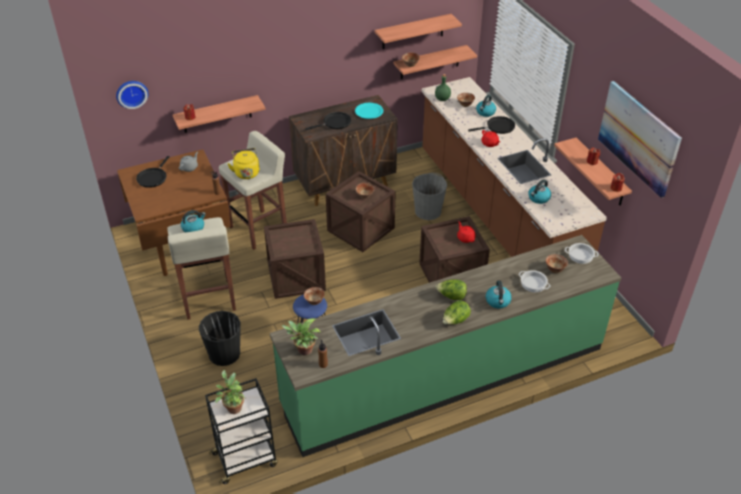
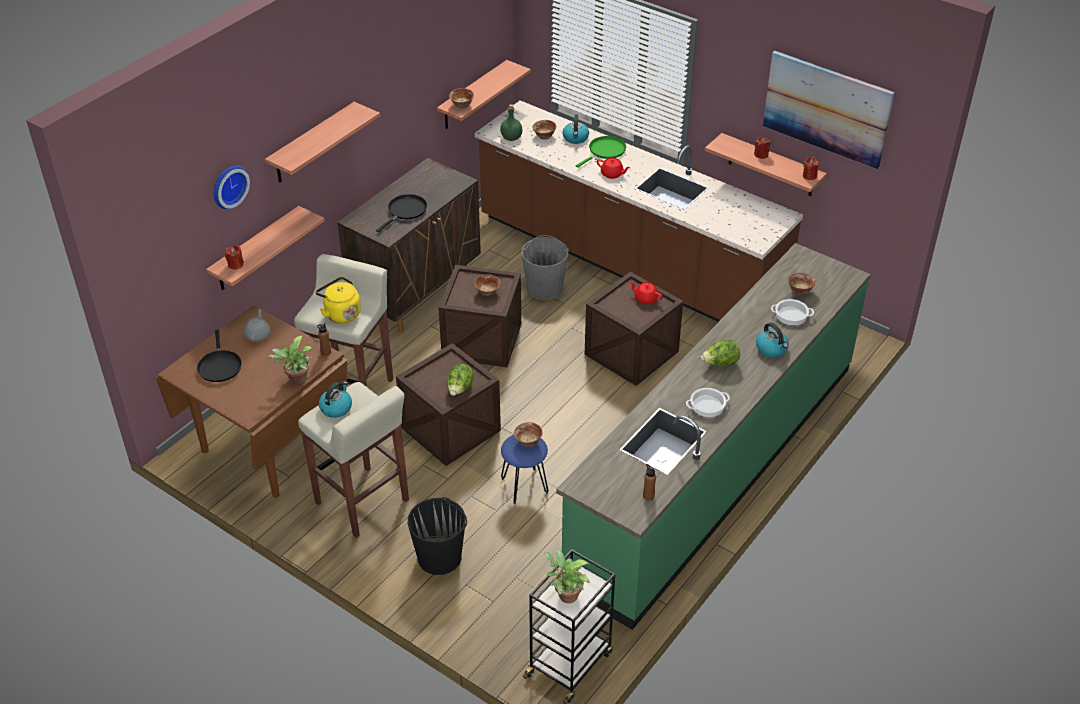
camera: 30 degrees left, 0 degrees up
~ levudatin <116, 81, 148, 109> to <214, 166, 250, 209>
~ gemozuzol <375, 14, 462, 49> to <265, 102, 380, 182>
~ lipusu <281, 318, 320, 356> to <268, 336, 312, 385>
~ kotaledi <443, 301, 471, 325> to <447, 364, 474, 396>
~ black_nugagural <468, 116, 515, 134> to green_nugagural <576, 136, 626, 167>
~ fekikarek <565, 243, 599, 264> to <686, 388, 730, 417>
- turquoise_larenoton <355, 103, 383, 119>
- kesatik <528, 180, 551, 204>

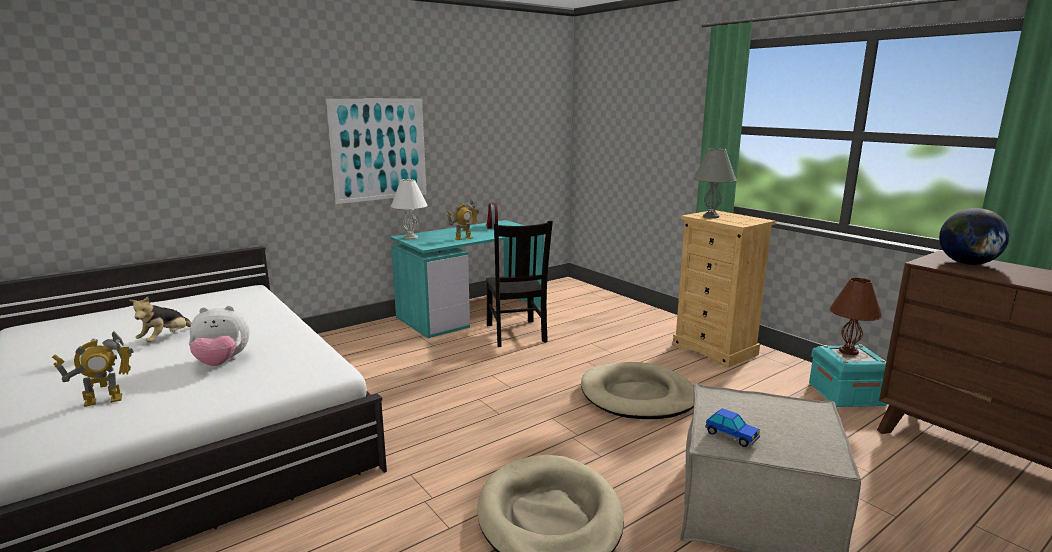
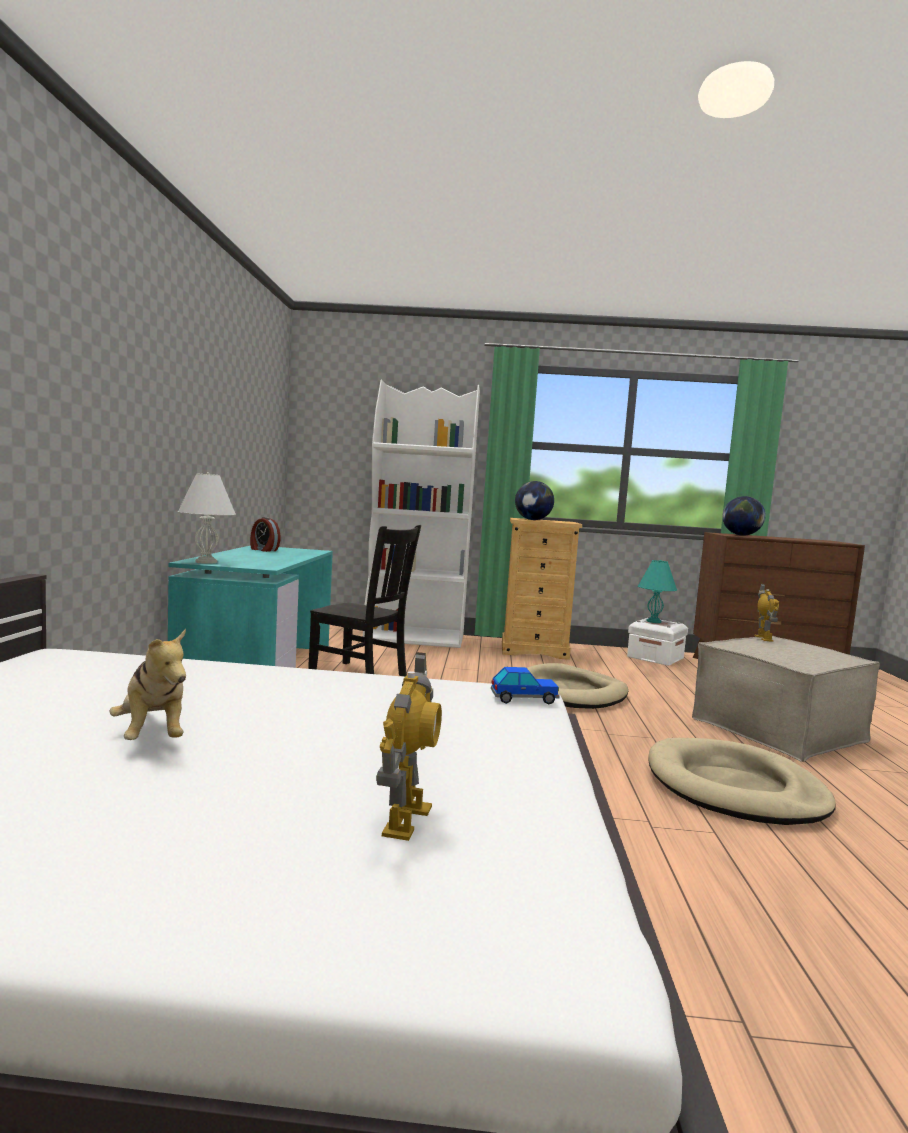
camera: 50 degrees left, 10 degrees down
+ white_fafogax <363, 380, 480, 648>
~ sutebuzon <705, 408, 760, 447> to <491, 667, 560, 704>
~ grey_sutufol <693, 148, 737, 218> to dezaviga <515, 481, 554, 520>
~ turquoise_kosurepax <809, 344, 887, 407> to white_kosurepax <627, 617, 688, 666>
~ brown_sutufol <829, 277, 882, 355> to turquoise_sutufol <638, 560, 677, 623>
~ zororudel <446, 200, 479, 240> to <754, 584, 779, 642>
- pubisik <189, 306, 249, 366>
- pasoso <326, 98, 427, 204>

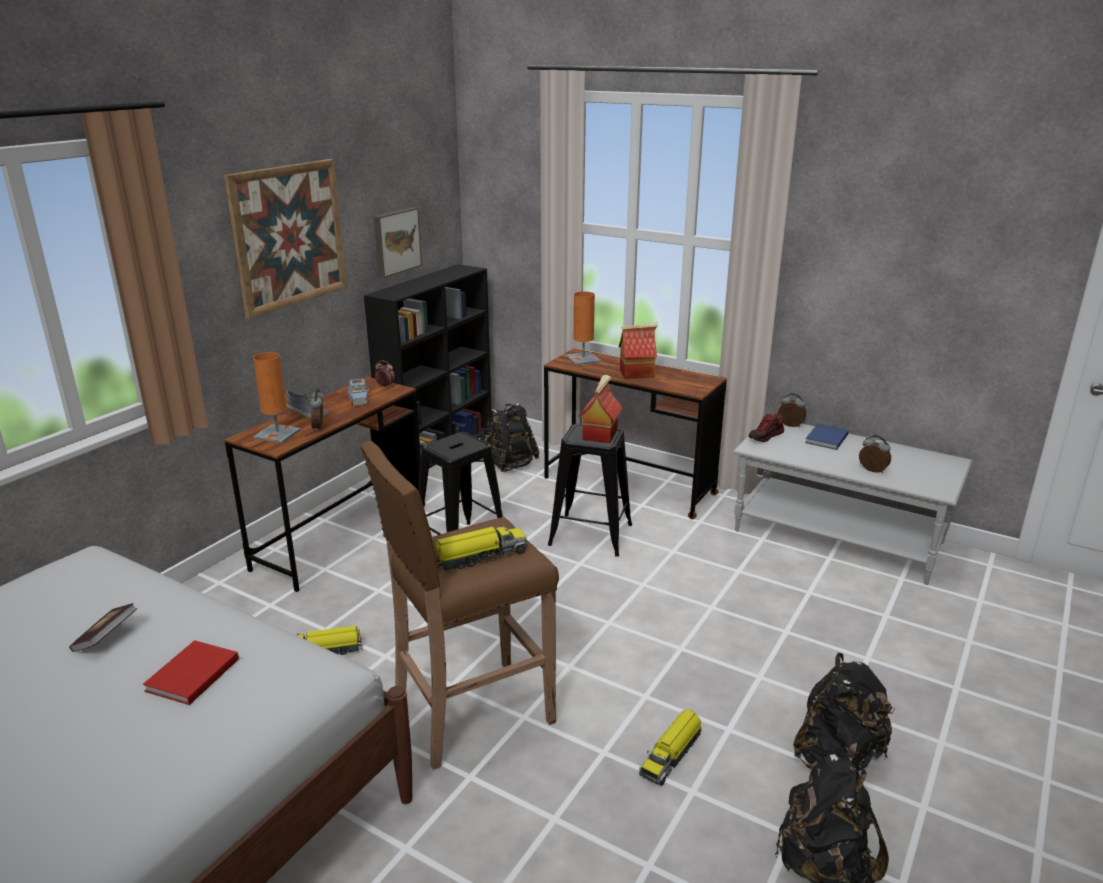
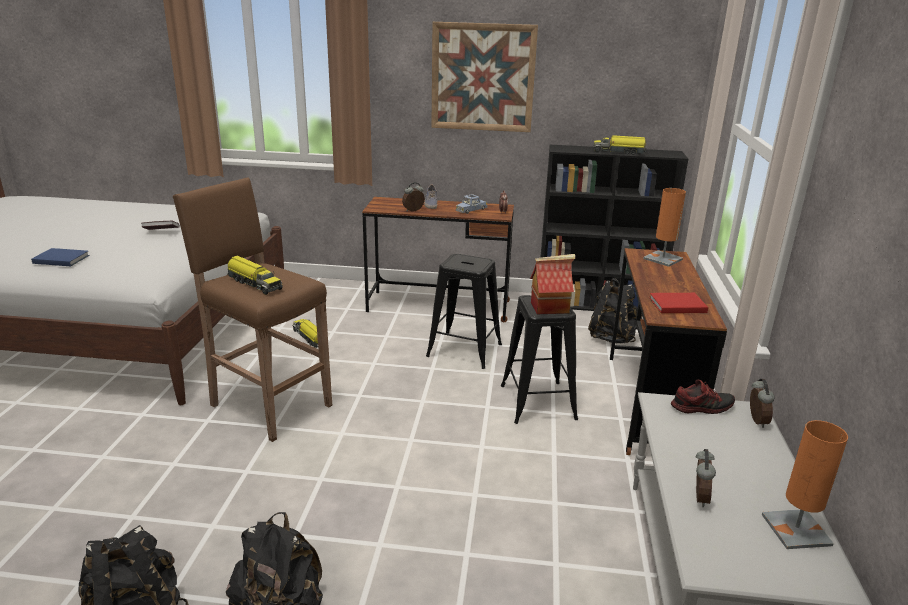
camera: 65 degrees right, 0 degrees up
~ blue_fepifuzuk <805, 424, 849, 450> to <31, 248, 89, 266>
~ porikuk <639, 709, 702, 786> to <593, 135, 647, 155>
~ red_fepifuzuk <143, 640, 239, 705> to <649, 293, 708, 313>
~ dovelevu <748, 414, 784, 442> = <671, 380, 735, 414> 150 degrees clockwise
~ orange_sutufol <253, 352, 301, 443> to <762, 420, 848, 549>
- pasoso <374, 207, 422, 277>
- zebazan <619, 322, 658, 379>

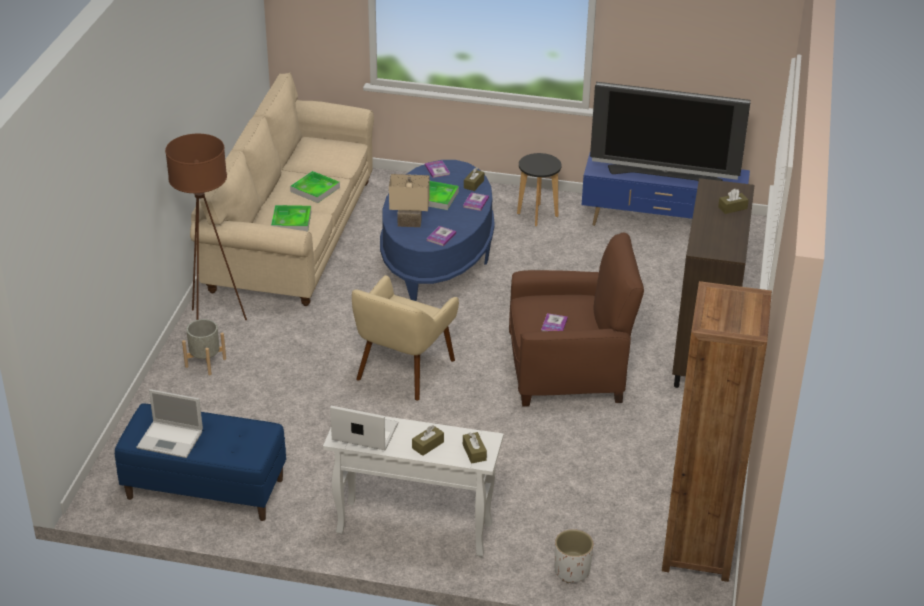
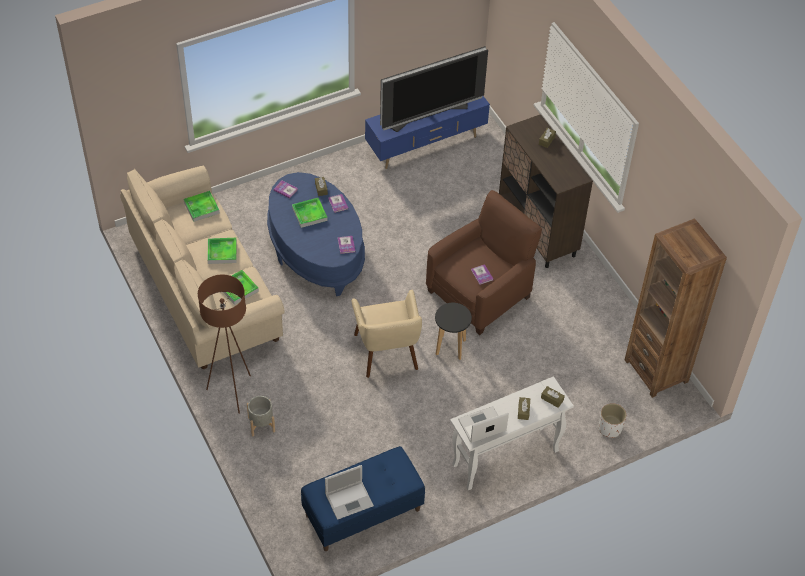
camera: 40 degrees left, 15 degrees up
+ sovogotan <184, 191, 220, 222>
~ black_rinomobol <517, 153, 562, 226> to <435, 303, 472, 360>
- beige_sutufol <389, 174, 429, 227>

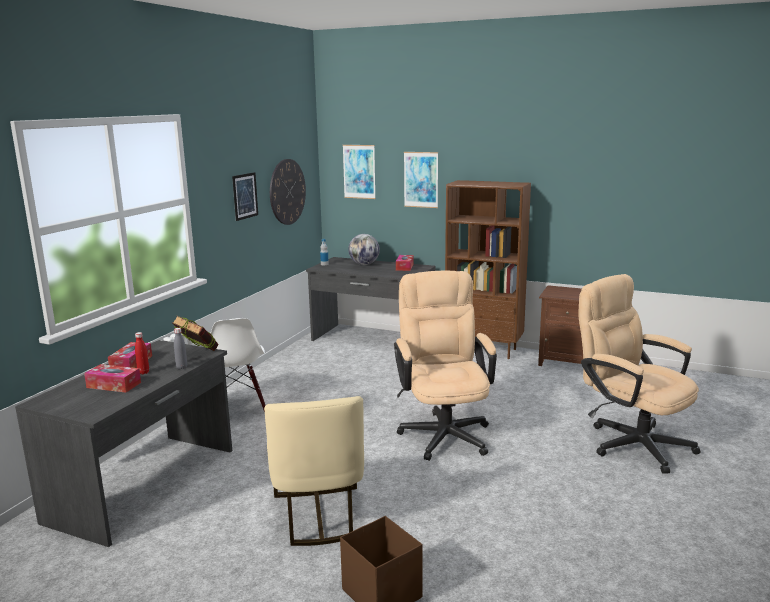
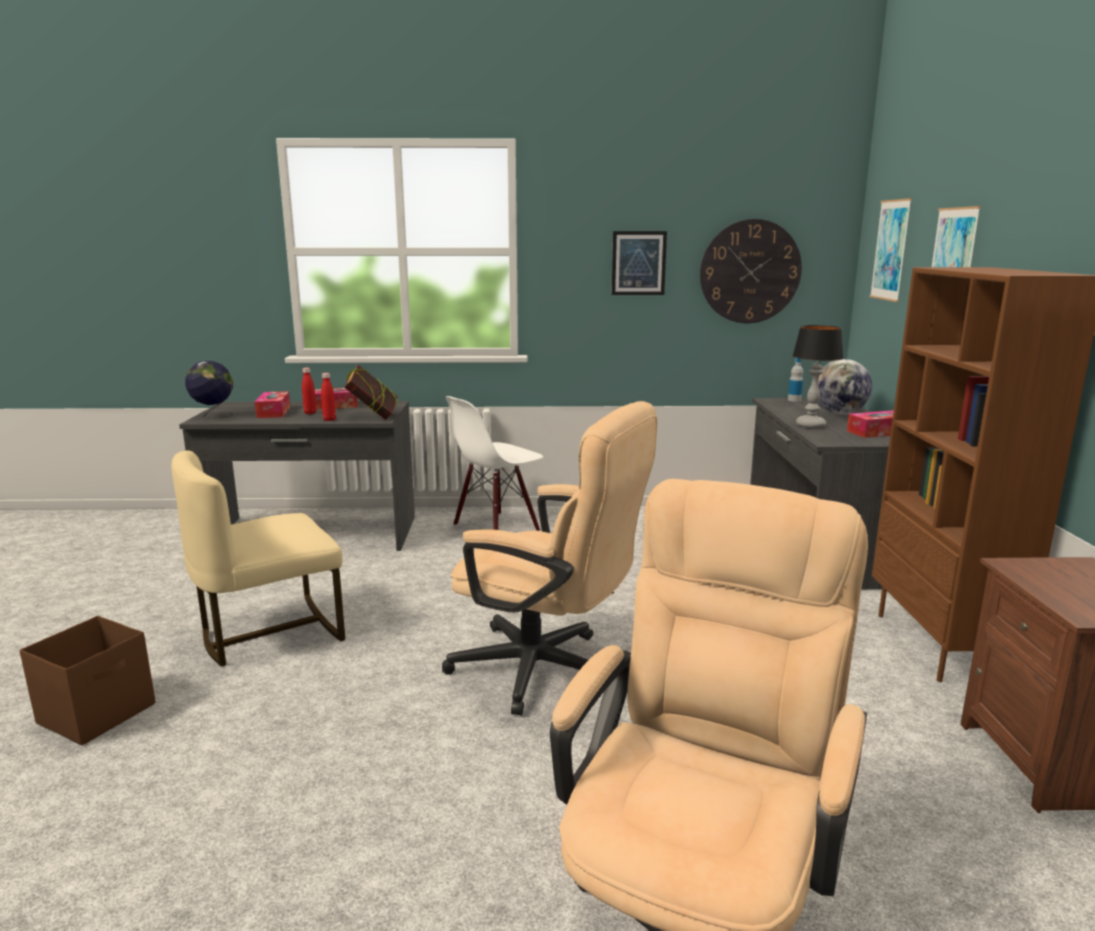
camera: 65 degrees right, 0 degrees up
+ dezaviga <185, 361, 233, 419>
~ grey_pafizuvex <174, 328, 187, 369> to red_pafizuvex <321, 373, 336, 421>
~ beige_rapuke <394, 271, 497, 461> = <442, 401, 657, 715> 60 degrees clockwise
+ sutufol <793, 325, 843, 428>

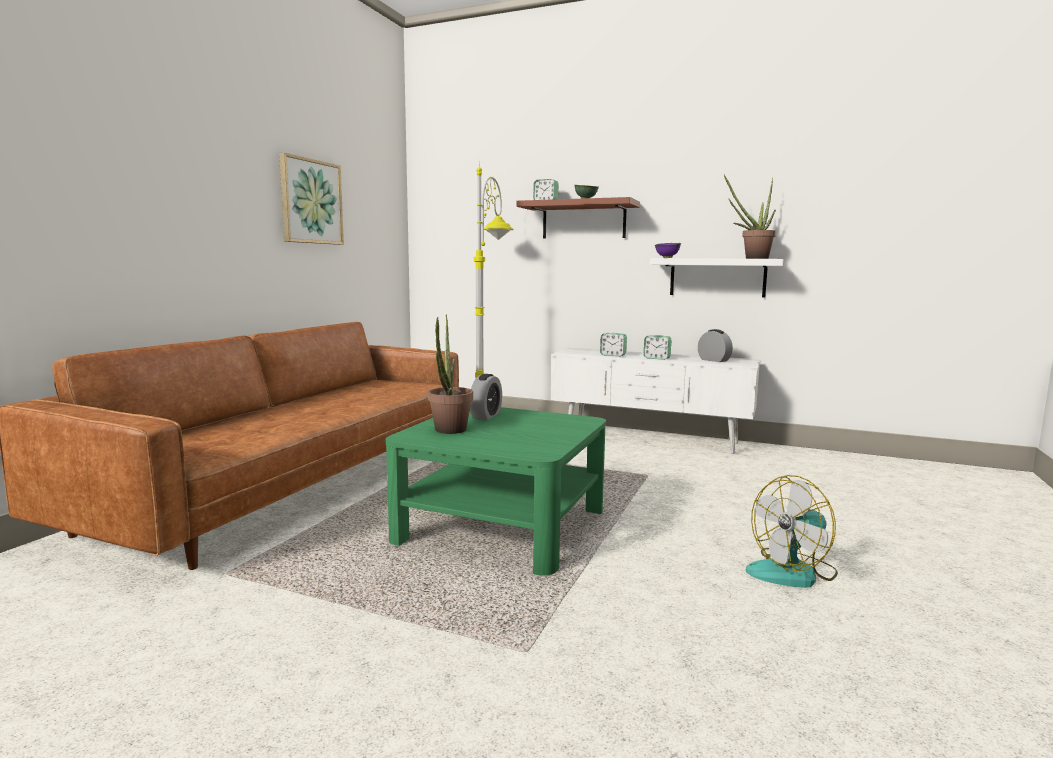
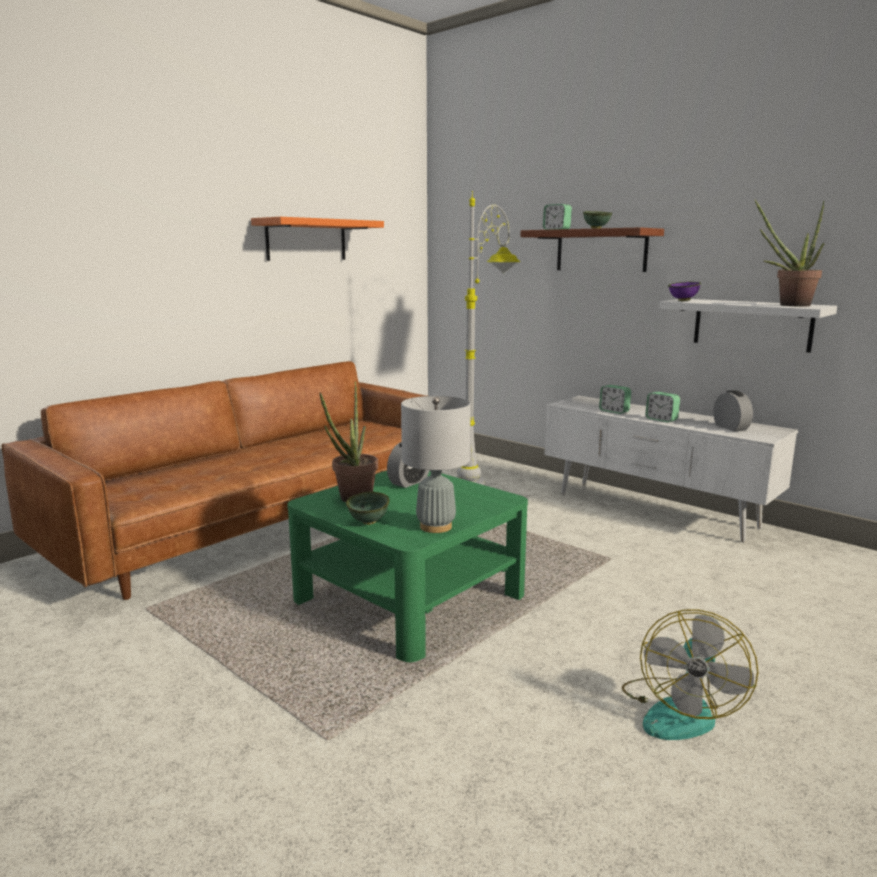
camera: 20 degrees right, 5 degrees up
~ pasoso <279, 153, 344, 245> to orange_gemozuzol <251, 217, 384, 261>
+ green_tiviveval <346, 492, 390, 525>
+ grey_sutufol <401, 396, 471, 533>
~ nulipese <746, 475, 838, 588> = <622, 609, 758, 740> 60 degrees counterclockwise

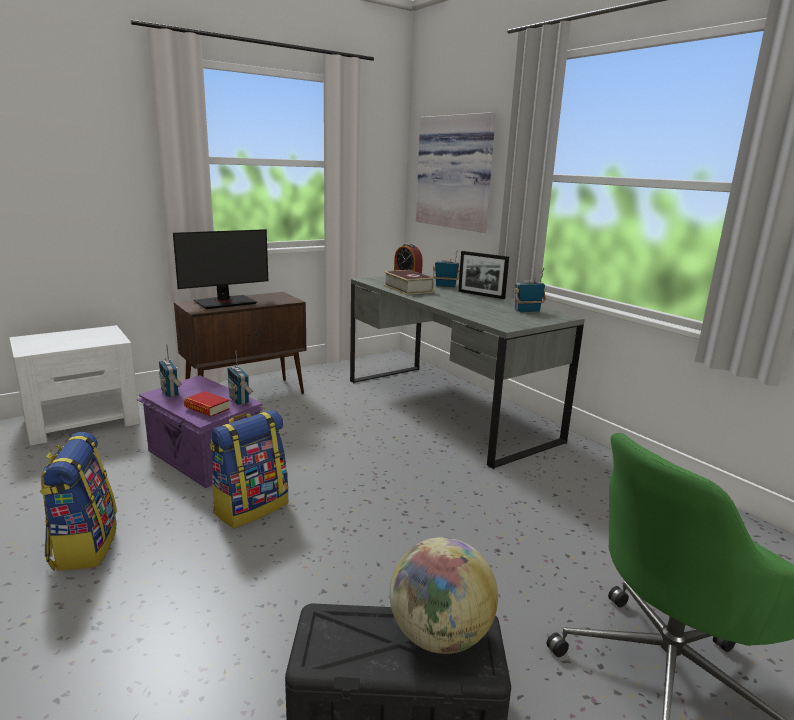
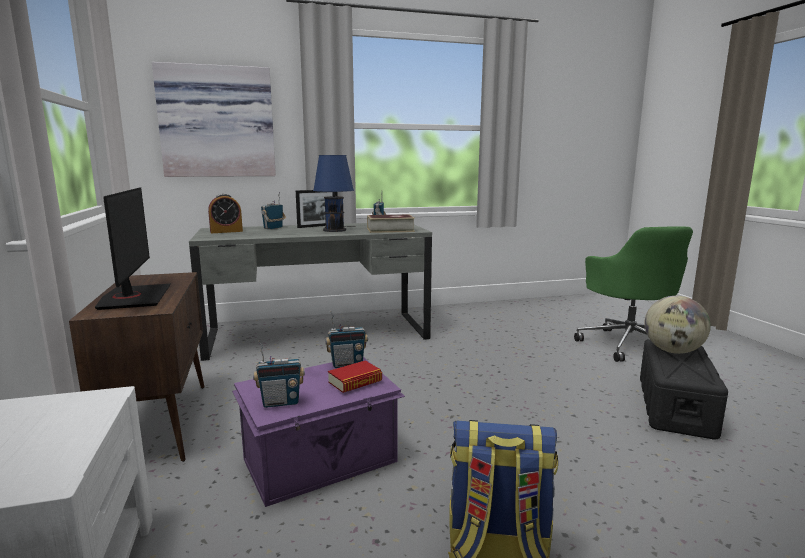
camera: 70 degrees left, 5 degrees down
+ blue_sutufol <313, 155, 356, 232>
~ fepifuzuk <384, 270, 434, 295> to <367, 215, 415, 233>
- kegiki <210, 410, 288, 528>

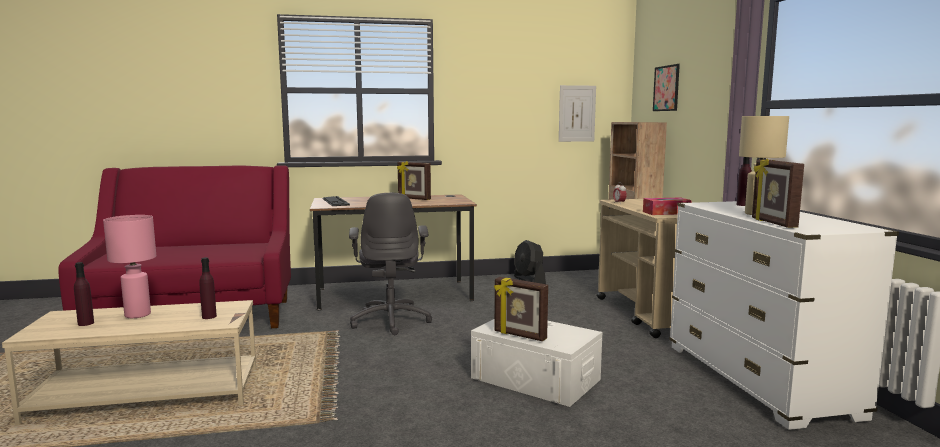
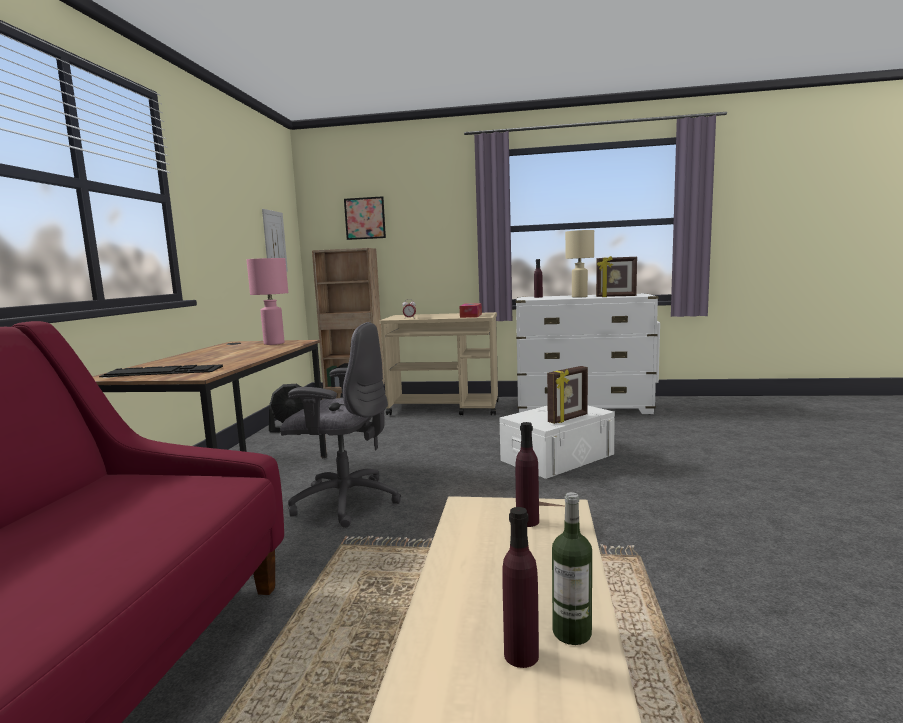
camera: 70 degrees left, 0 degrees up
~ pink_sutufol <103, 215, 156, 318> to <247, 258, 288, 345>
+ pafizuvex <552, 492, 592, 645>
- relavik <397, 161, 431, 200>

